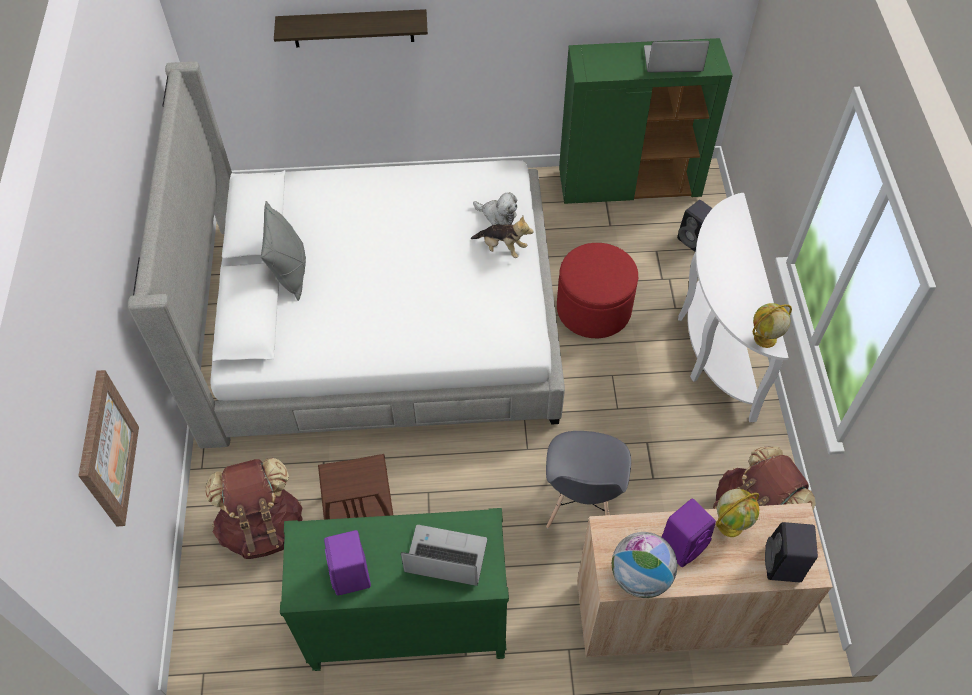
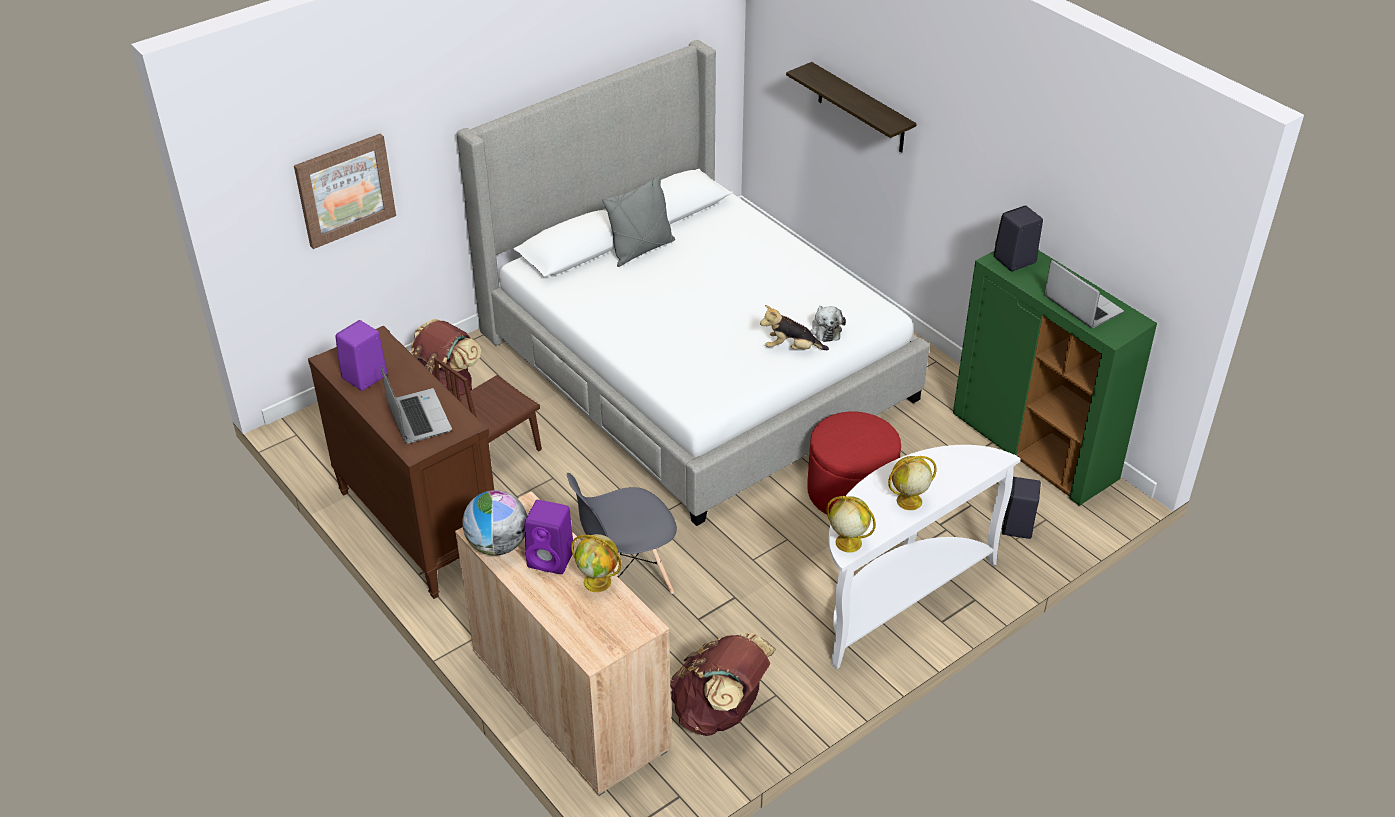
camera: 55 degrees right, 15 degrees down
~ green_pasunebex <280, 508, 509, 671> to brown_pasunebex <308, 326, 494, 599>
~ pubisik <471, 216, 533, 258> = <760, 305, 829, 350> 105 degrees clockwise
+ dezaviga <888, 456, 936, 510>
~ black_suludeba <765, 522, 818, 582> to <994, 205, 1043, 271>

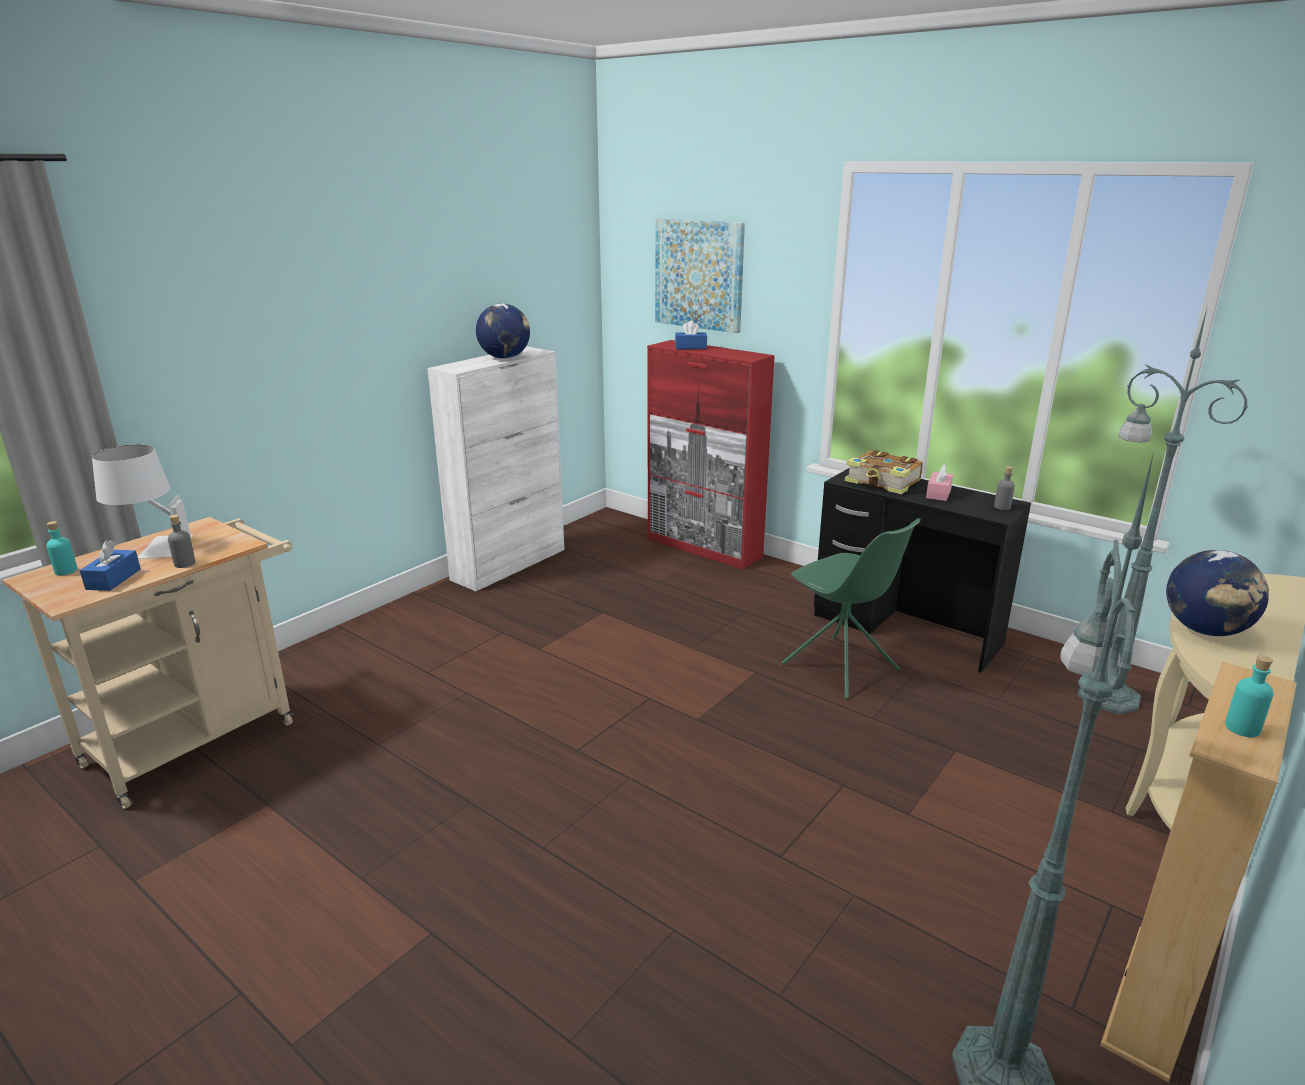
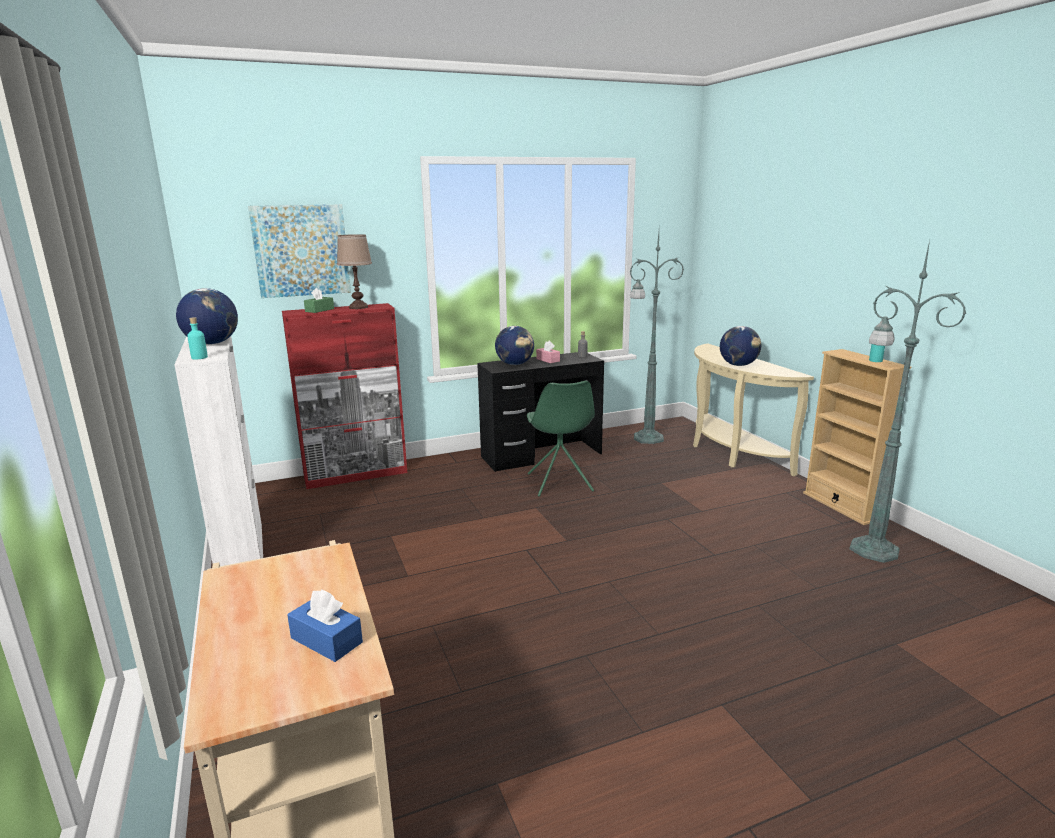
camera: 60 degrees left, 5 degrees down
~ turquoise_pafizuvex <46, 521, 78, 575> to <187, 317, 208, 359>
~ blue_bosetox <675, 320, 707, 349> to green_bosetox <304, 288, 334, 313>
+ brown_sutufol <337, 234, 372, 309>
~ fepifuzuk <845, 450, 923, 494> to dezaviga <495, 326, 534, 365>
~ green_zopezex <781, 518, 921, 699> = <527, 381, 595, 497> 90 degrees clockwise
- white_sutufol <92, 444, 193, 559>
- grey_pafizuvex <168, 515, 195, 568>

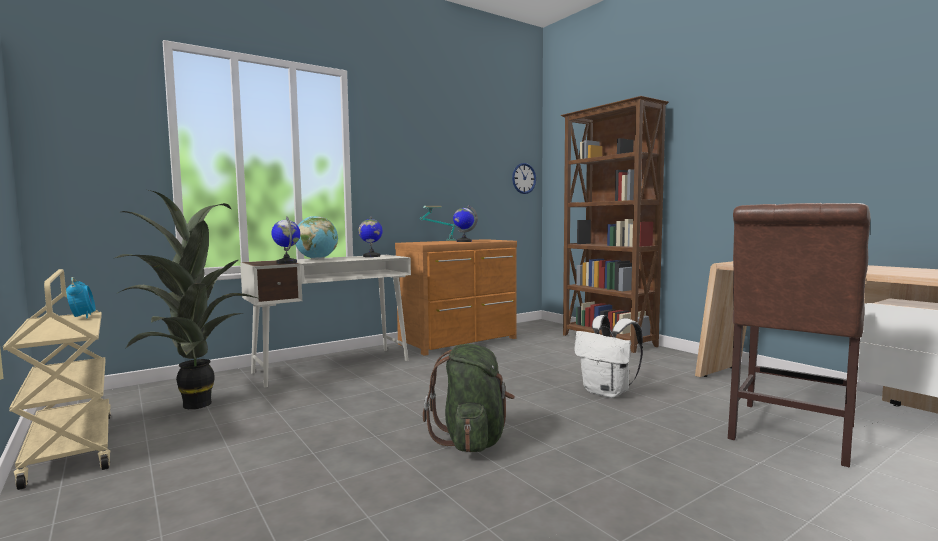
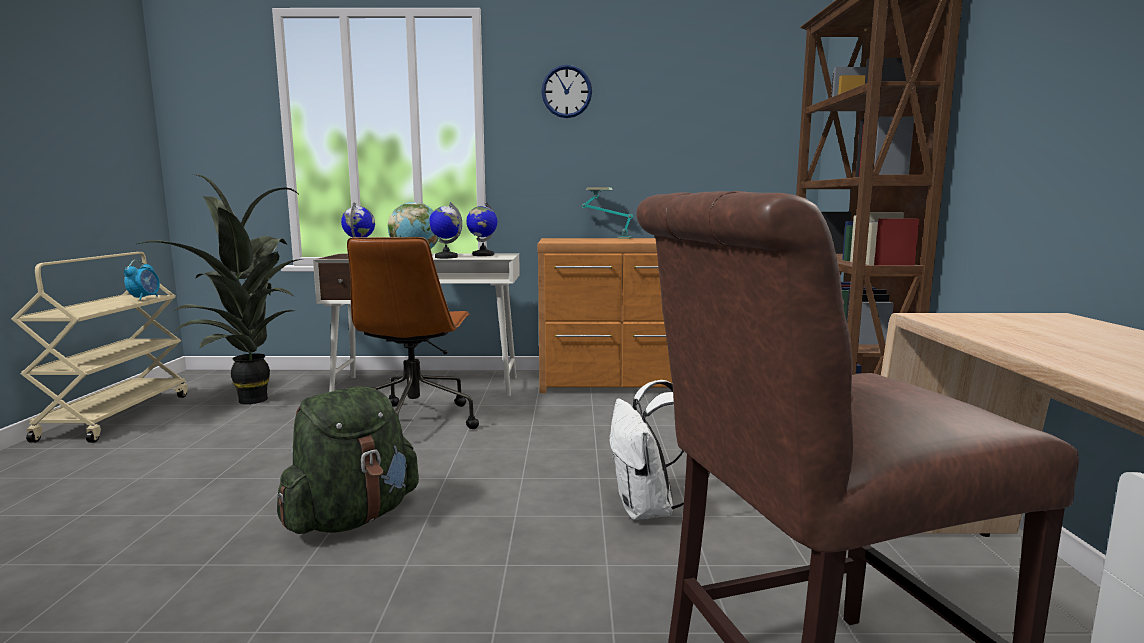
camera: 35 degrees right, 5 degrees up
+ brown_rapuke <347, 237, 479, 437>
~ dezaviga <453, 205, 478, 242> to <429, 202, 462, 258>
~ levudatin <512, 163, 536, 194> to <541, 65, 592, 118>

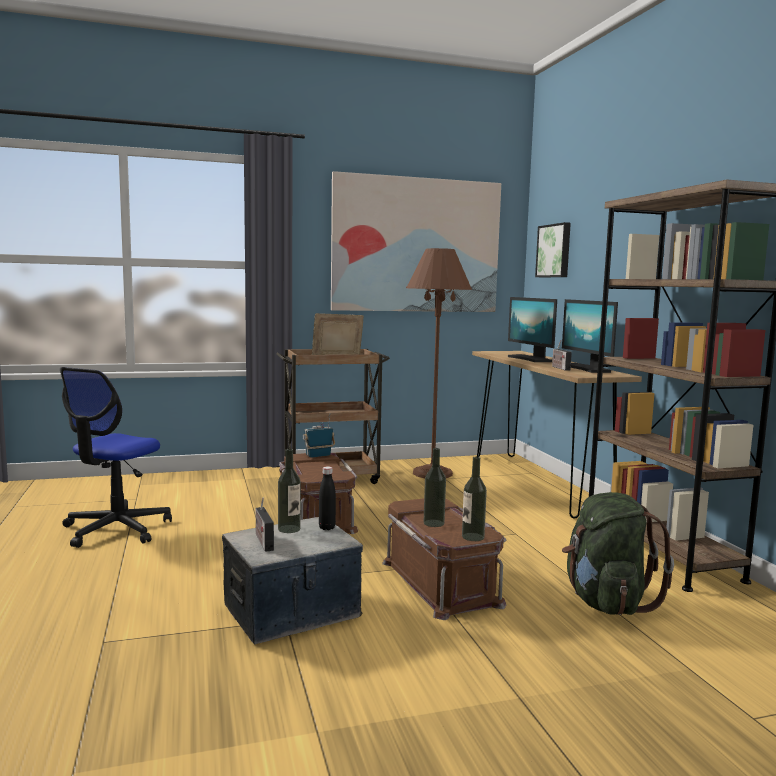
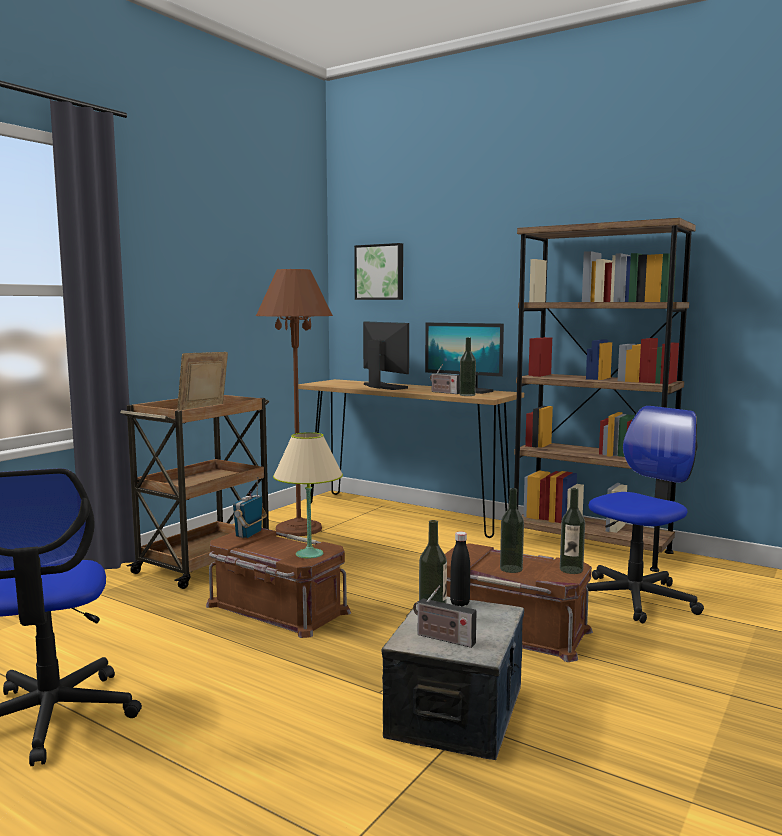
camera: 40 degrees left, 0 degrees up
+ beige_sutufol <273, 432, 343, 558>
~ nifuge <508, 297, 557, 362> = <363, 321, 409, 390> 150 degrees counterclockwise
+ pafizuvex <460, 337, 476, 396>
~ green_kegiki <562, 492, 674, 615> to rapuke <587, 406, 704, 624>
- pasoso <331, 171, 501, 312>

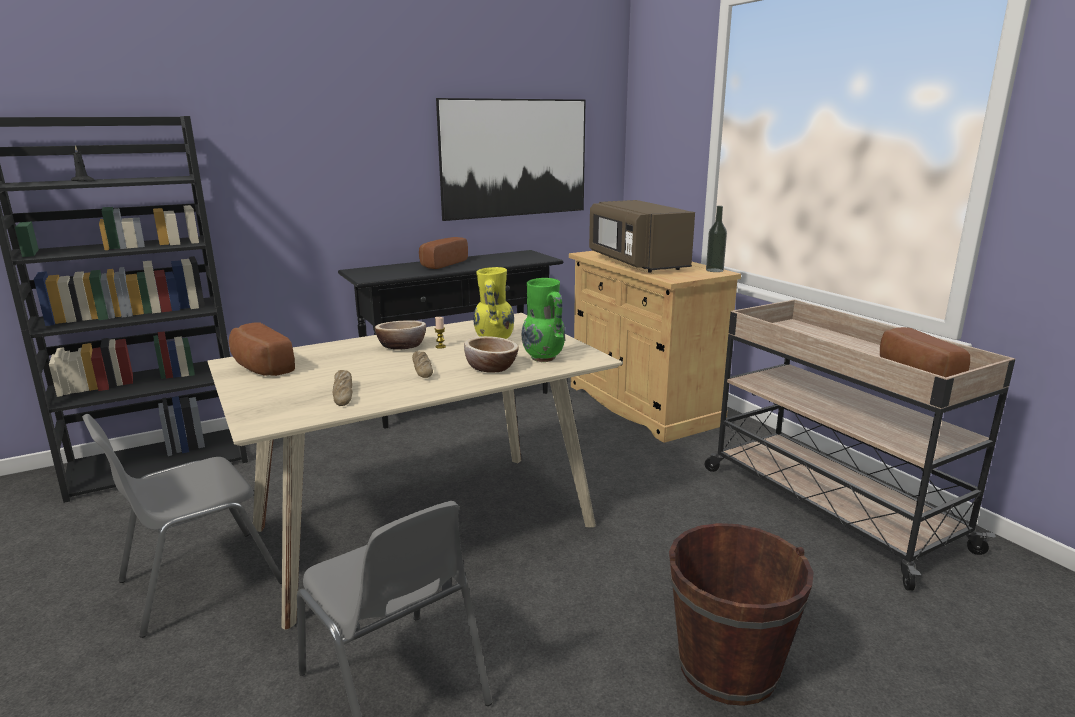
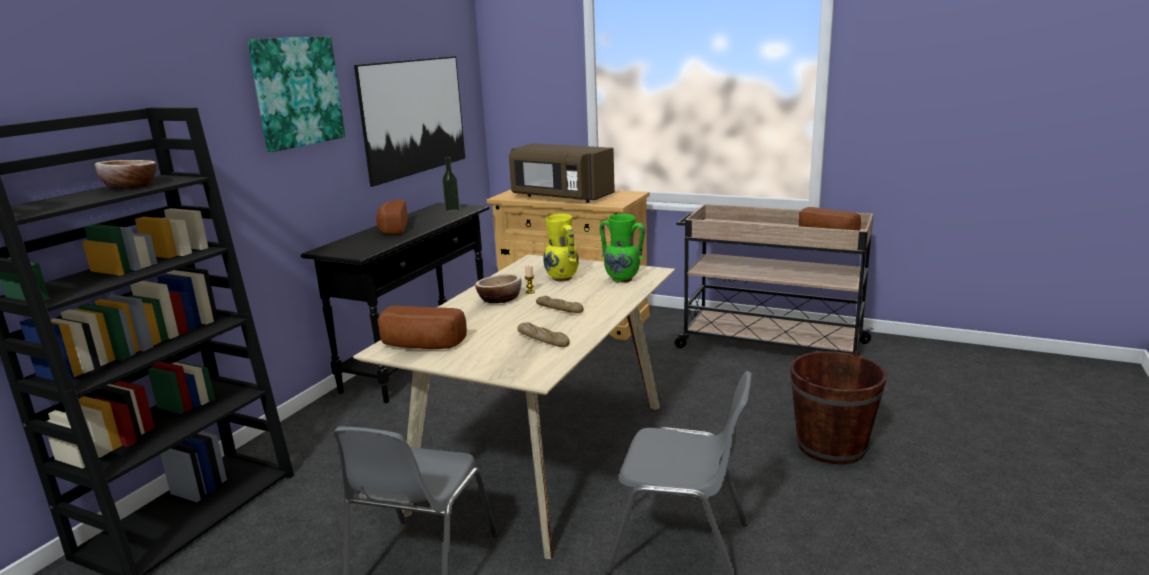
camera: 35 degrees left, 0 degrees up
~ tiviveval <464, 336, 519, 373> to <95, 160, 157, 188>
+ pasoso <247, 36, 345, 152>
~ pafizuvex <706, 206, 727, 272> to <442, 157, 460, 213>
- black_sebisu <71, 145, 95, 181>

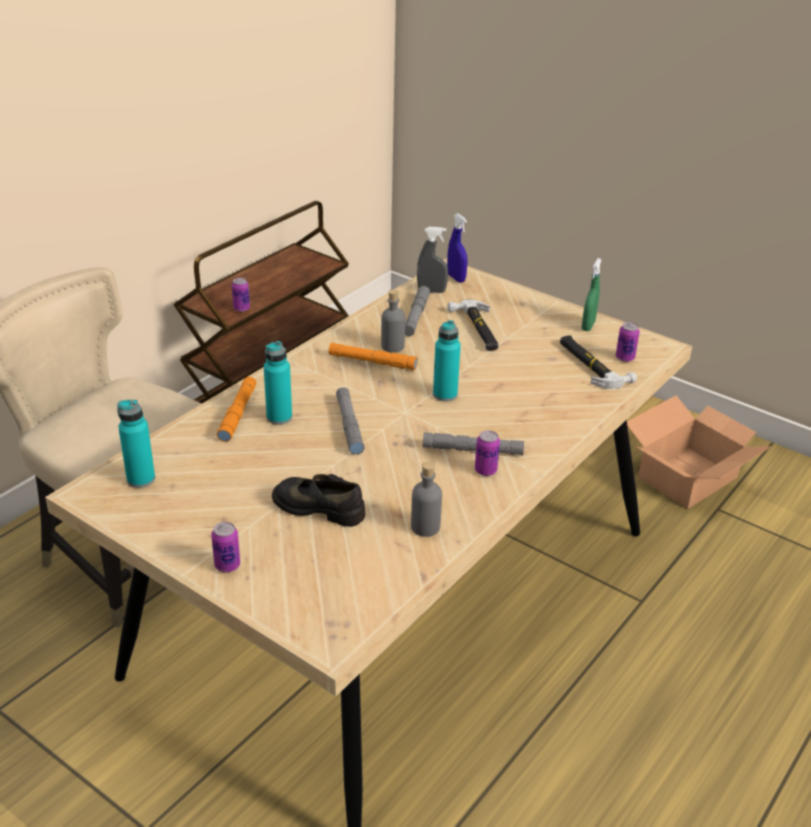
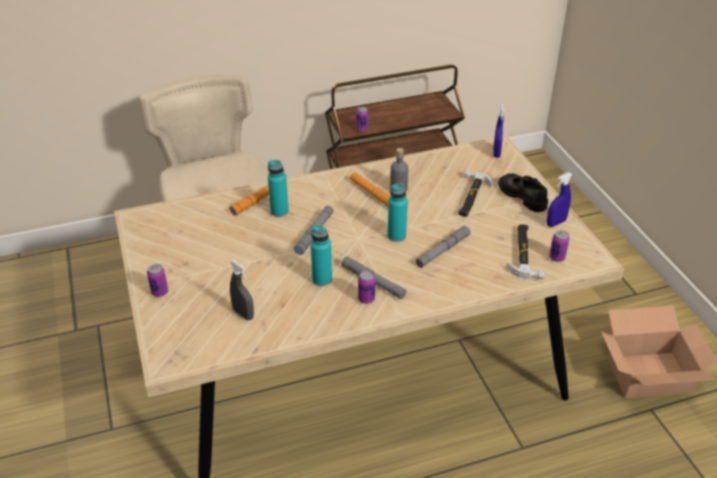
camera: 35 degrees right, 5 degrees up
~ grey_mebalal <417, 227, 448, 293> to <230, 260, 254, 320>
~ turquoise_pafizuvex <117, 400, 155, 488> to <311, 225, 332, 286>
~ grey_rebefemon <405, 286, 430, 336> to <415, 226, 471, 268>
~ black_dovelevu <272, 474, 365, 527> to <498, 174, 548, 212>
~ green_mebalal <581, 258, 601, 331> to blue_mebalal <547, 172, 573, 227>
- grey_pafizuvex <411, 461, 442, 537>

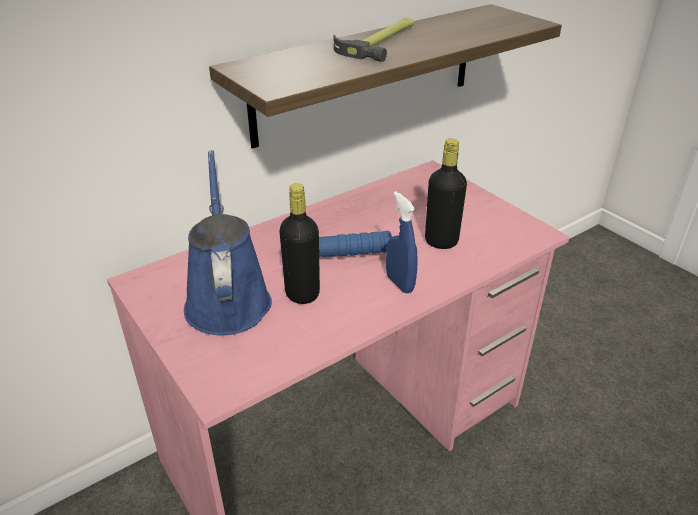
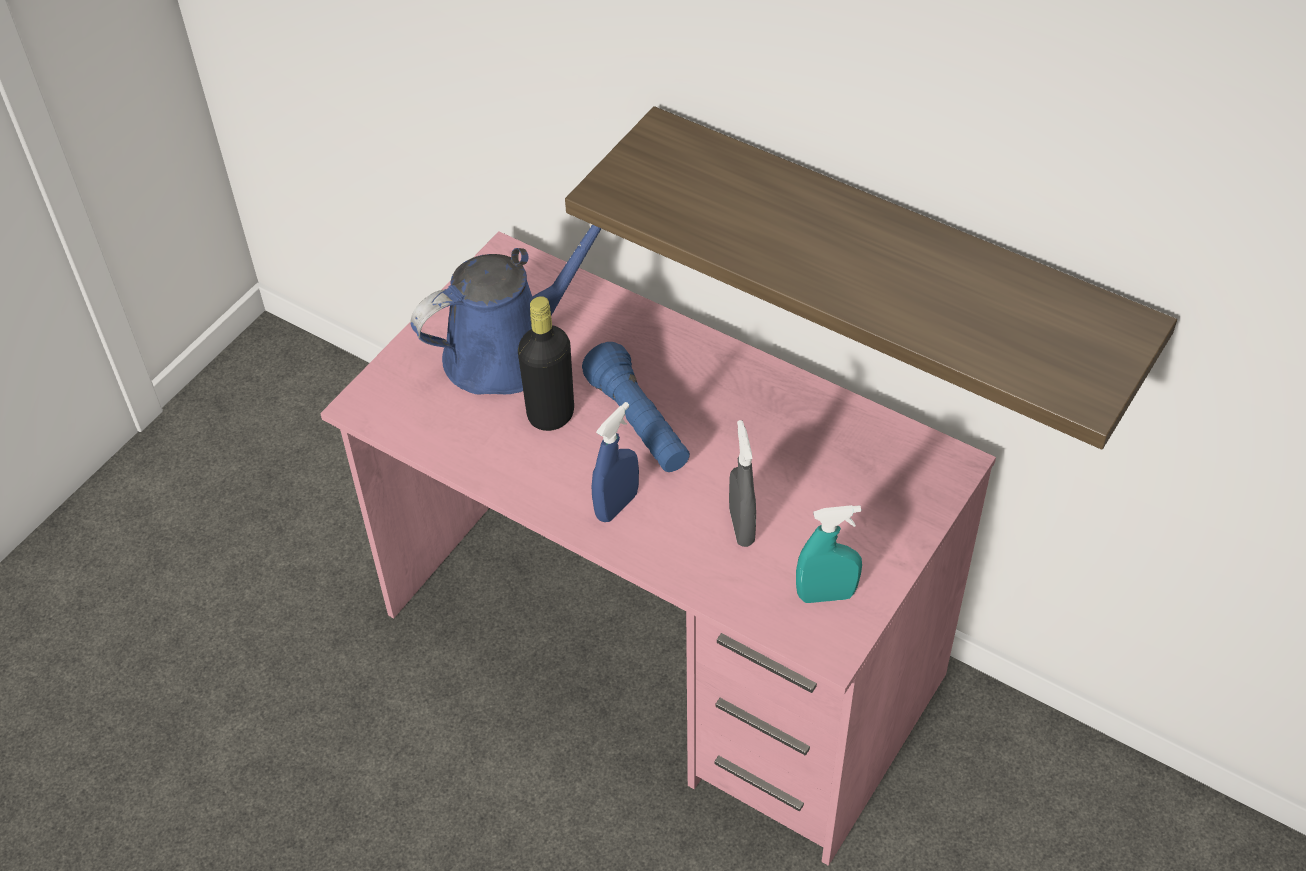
camera: 70 degrees right, 15 degrees up
~ black_pafizuvex <425, 139, 467, 249> to grey_mebalal <729, 420, 756, 547>
+ turquoise_mebalal <796, 505, 862, 603>
- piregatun <334, 18, 414, 62>

